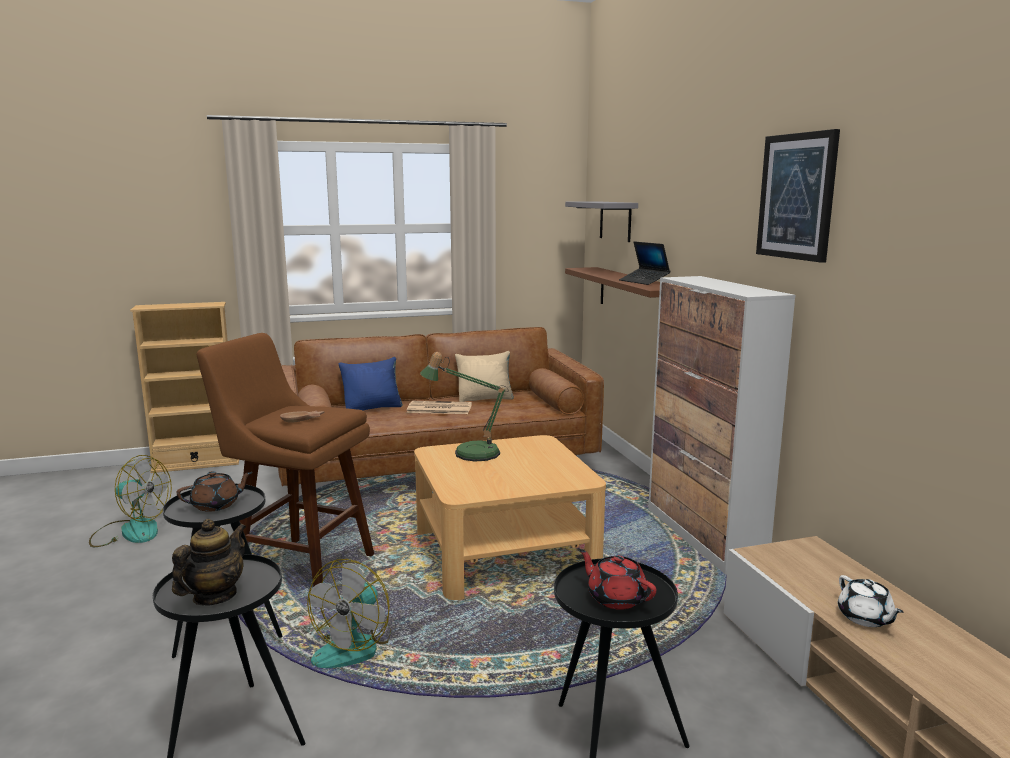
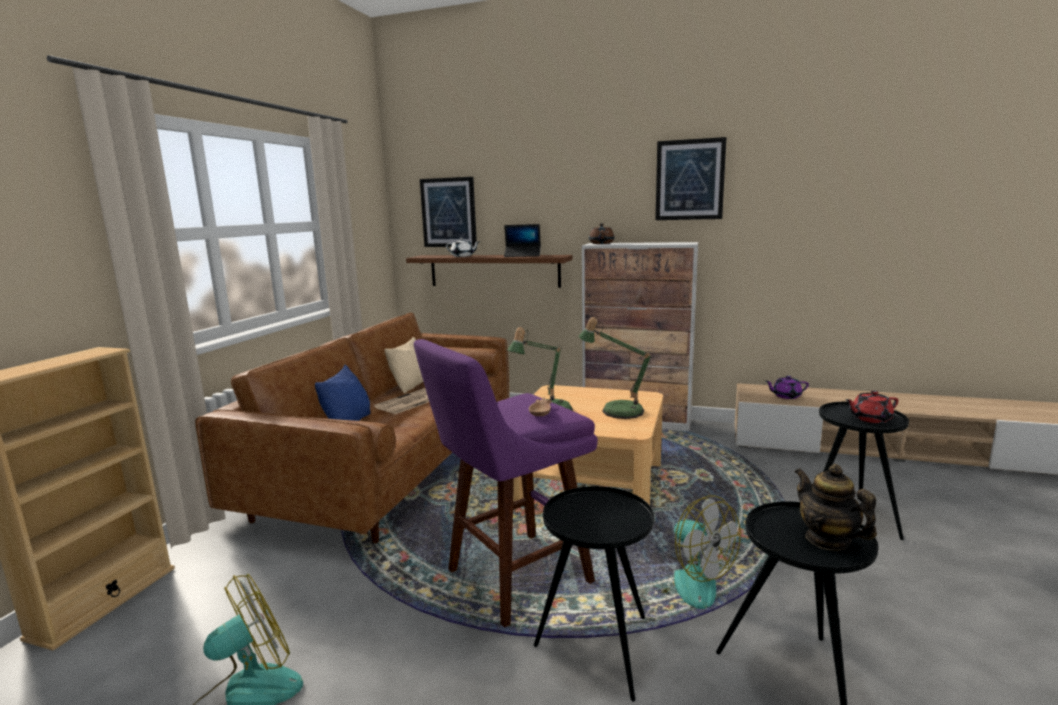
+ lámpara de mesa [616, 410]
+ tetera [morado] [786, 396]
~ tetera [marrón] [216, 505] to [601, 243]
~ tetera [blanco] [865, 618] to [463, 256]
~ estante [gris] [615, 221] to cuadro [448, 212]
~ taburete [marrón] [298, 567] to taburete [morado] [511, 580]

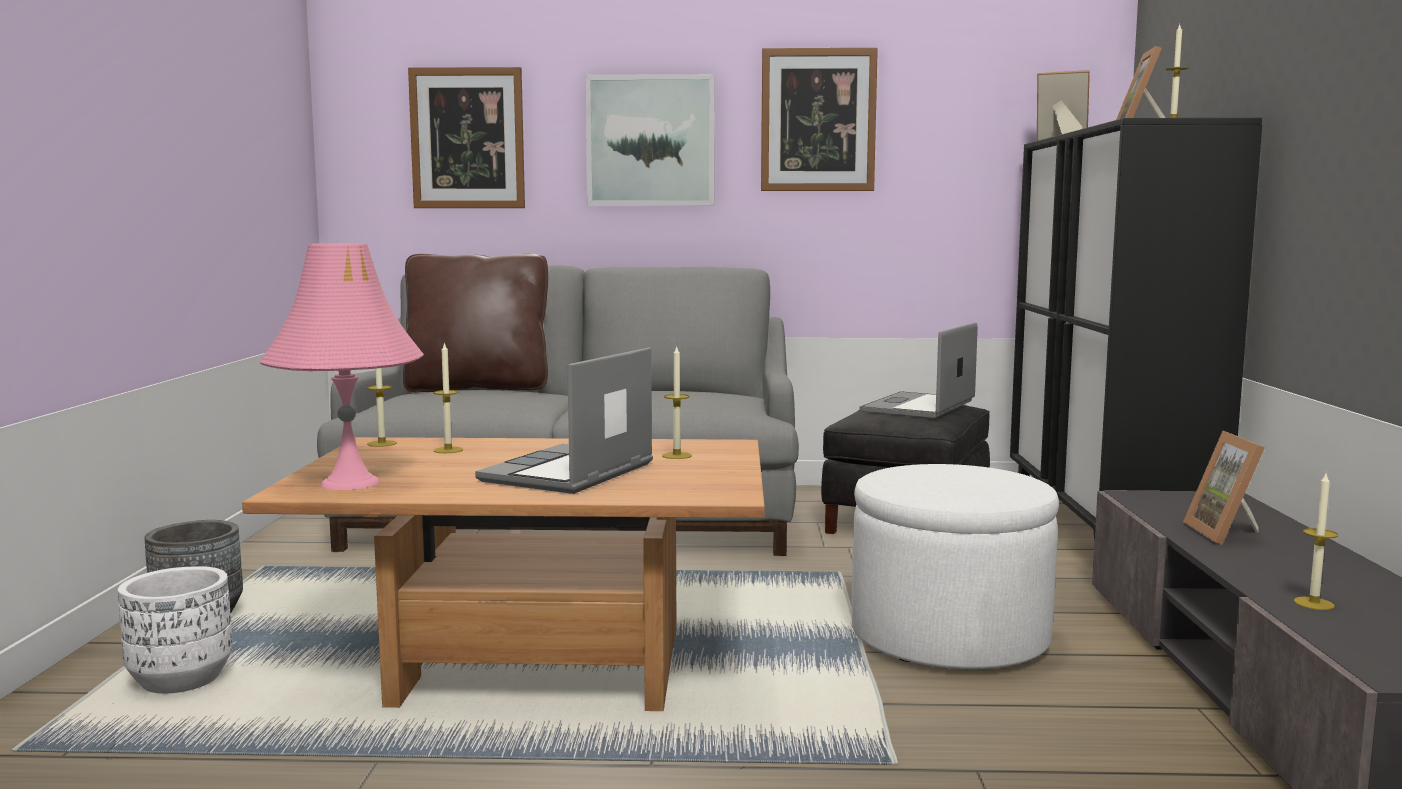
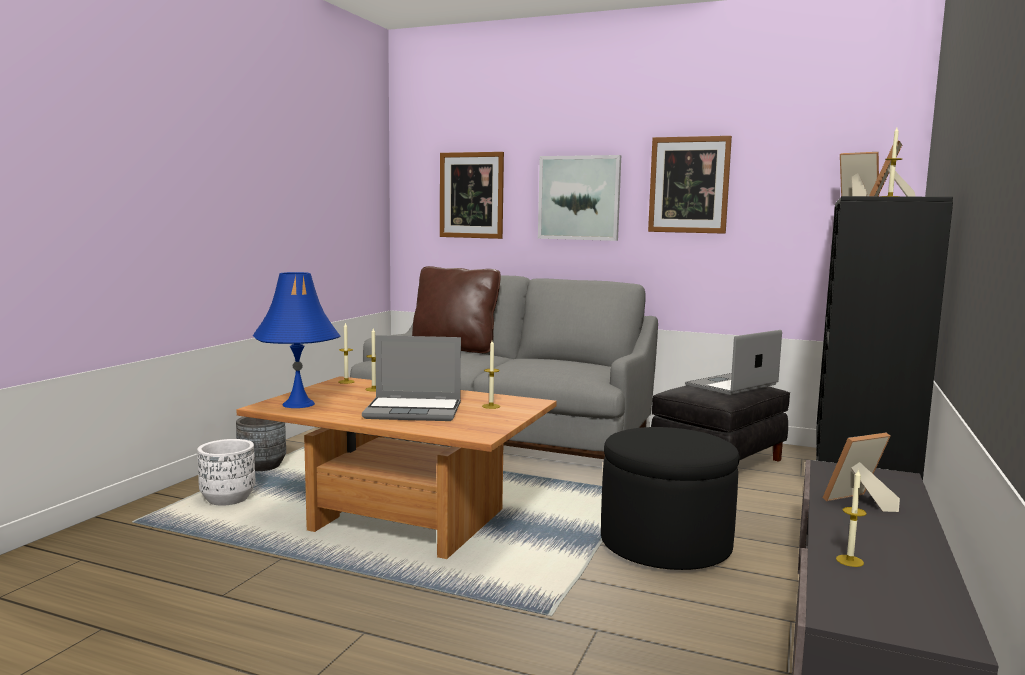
~ lámpara de mesa [rosa] [350, 483] to lámpara de mesa [azul] [299, 404]
~ puf [blanco] [949, 637] to puf [negro] [665, 544]
~ portátil [569, 473] = [415, 411] 135 degrees counterclockwise
~ portarretratos [1228, 534] = [859, 503] 45 degrees clockwise

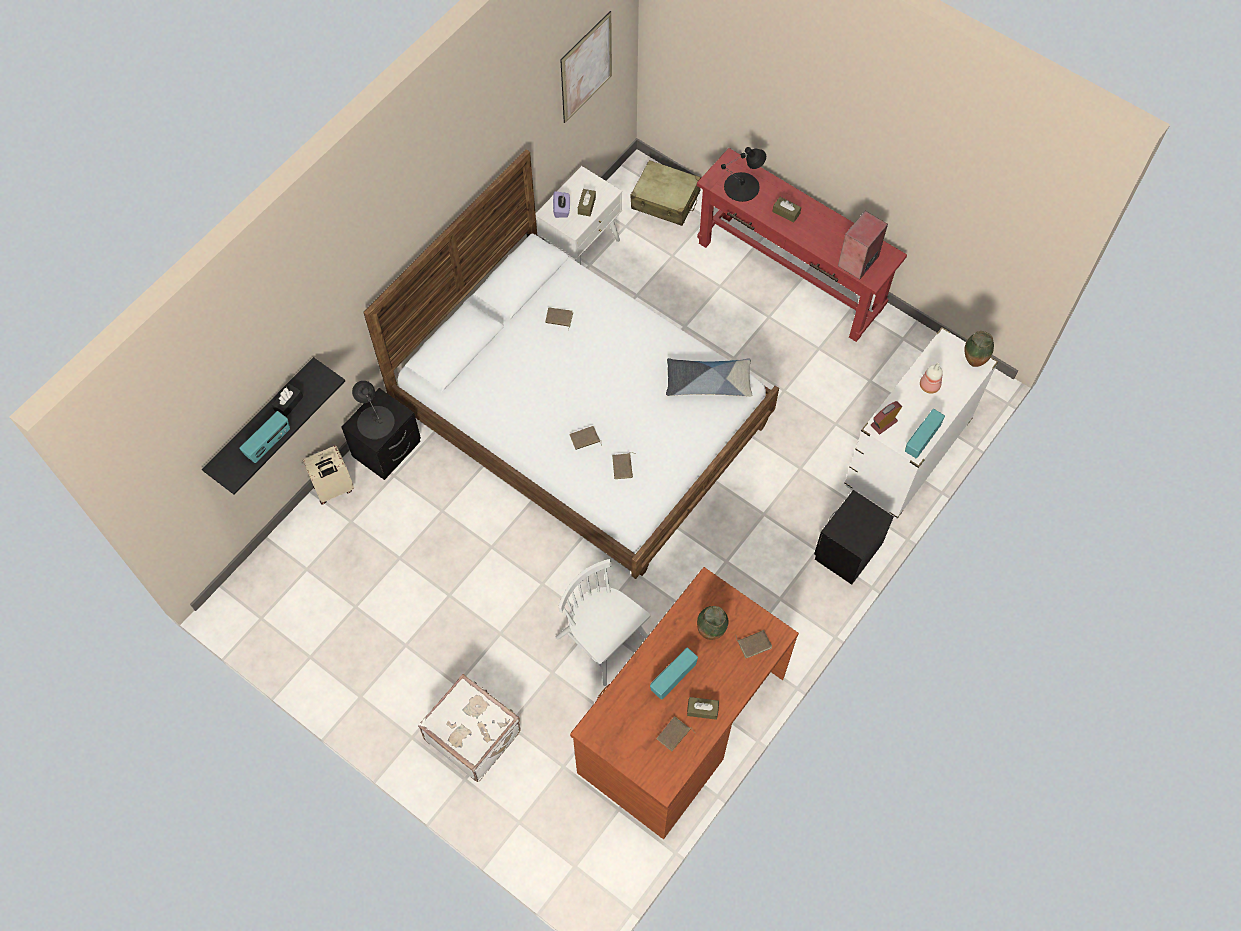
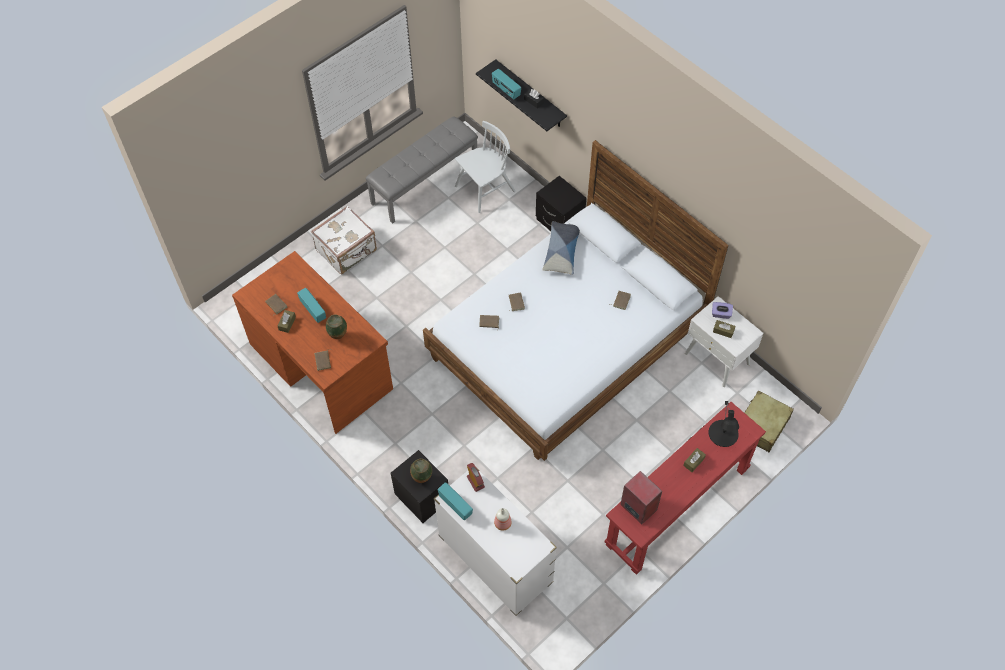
- maleta [beis] [334, 489]
- lámpara de mesa [negro] [376, 422]
- cuadro [586, 67]
+ banco [gris] [424, 182]
~ silla [blanco] [603, 640] to [485, 189]
~ cojín [708, 382] to [562, 251]
~ florero [972, 362] to [422, 478]

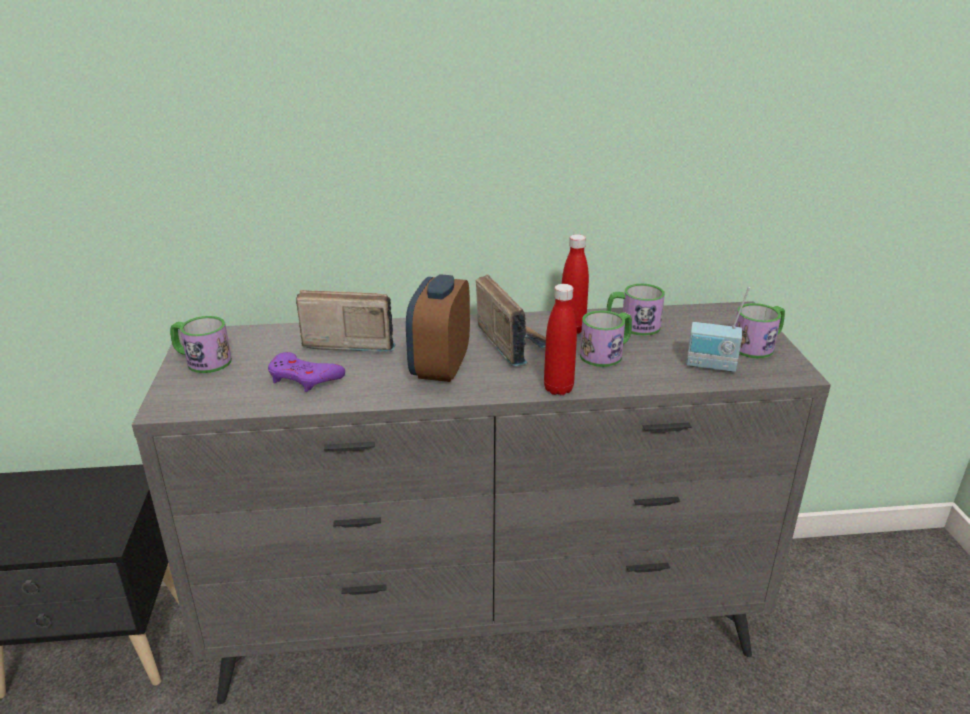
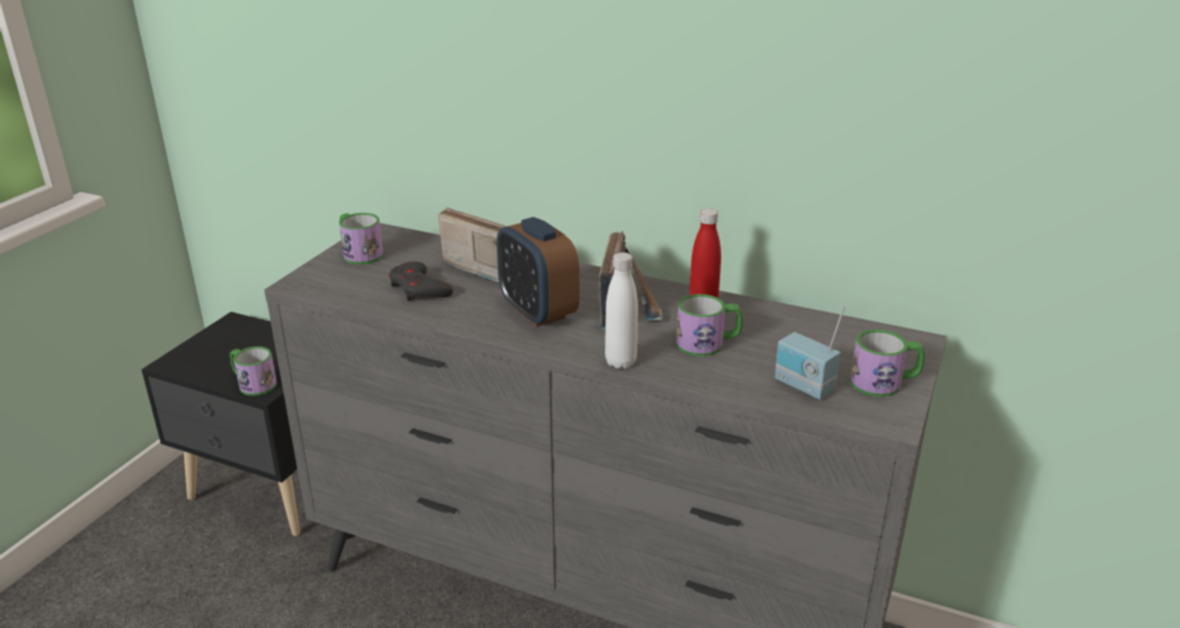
~ taza grande [633, 326] to [253, 383]
~ mando de consola [morado] [304, 377] to mando de consola [gris] [419, 288]
~ botella [rojo] [558, 389] to botella [blanco] [620, 362]
~ despertador [440, 367] = [538, 312] 75 degrees counterclockwise

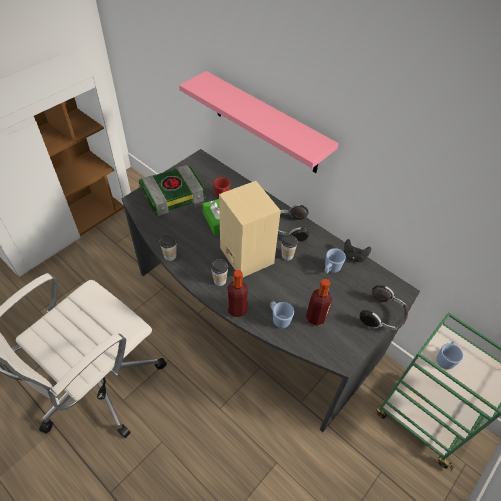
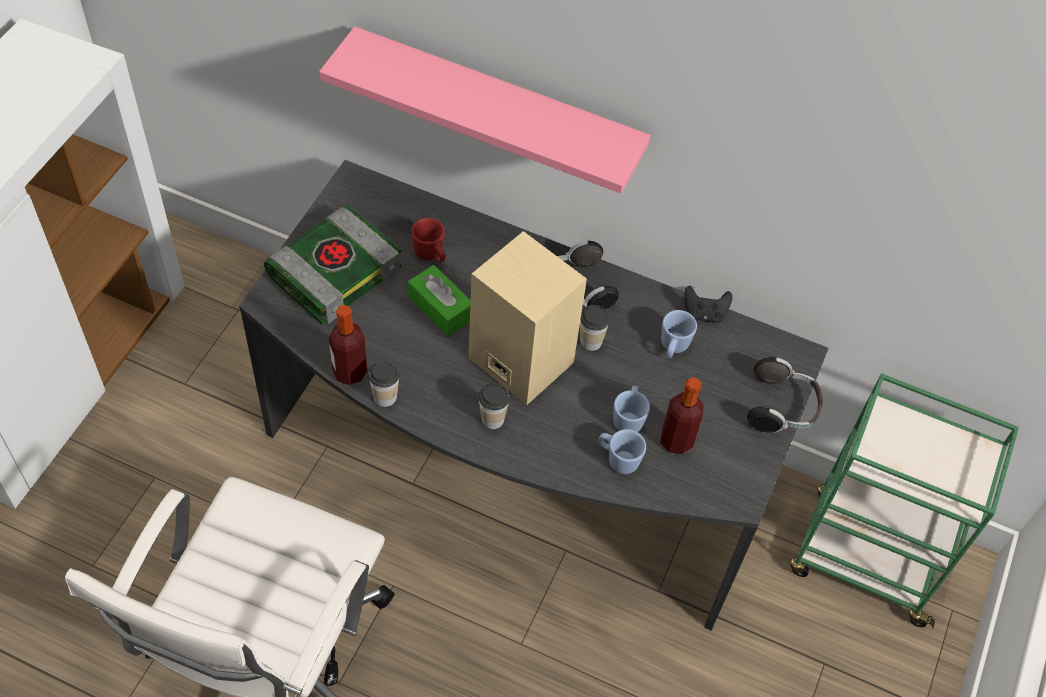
~ botella [237, 309] to [349, 372]
~ taza grande [azul] [445, 359] to [628, 418]

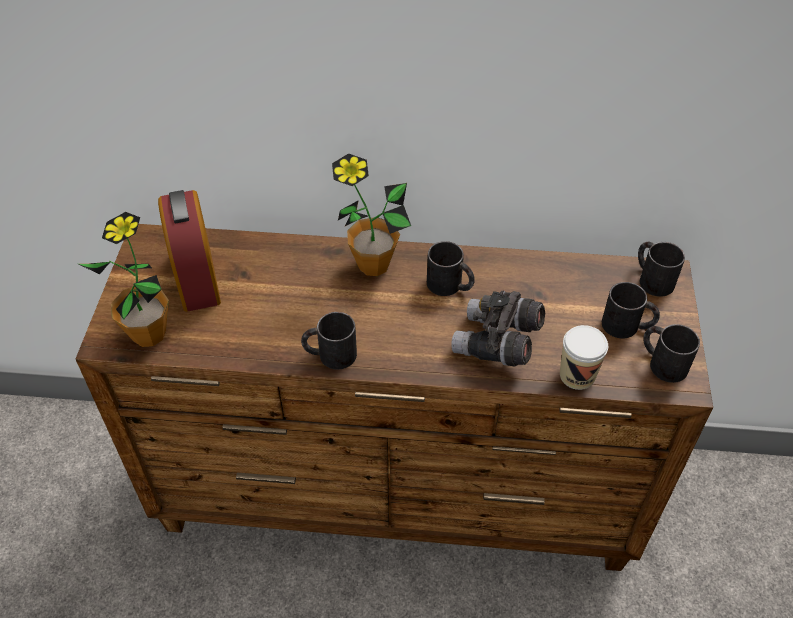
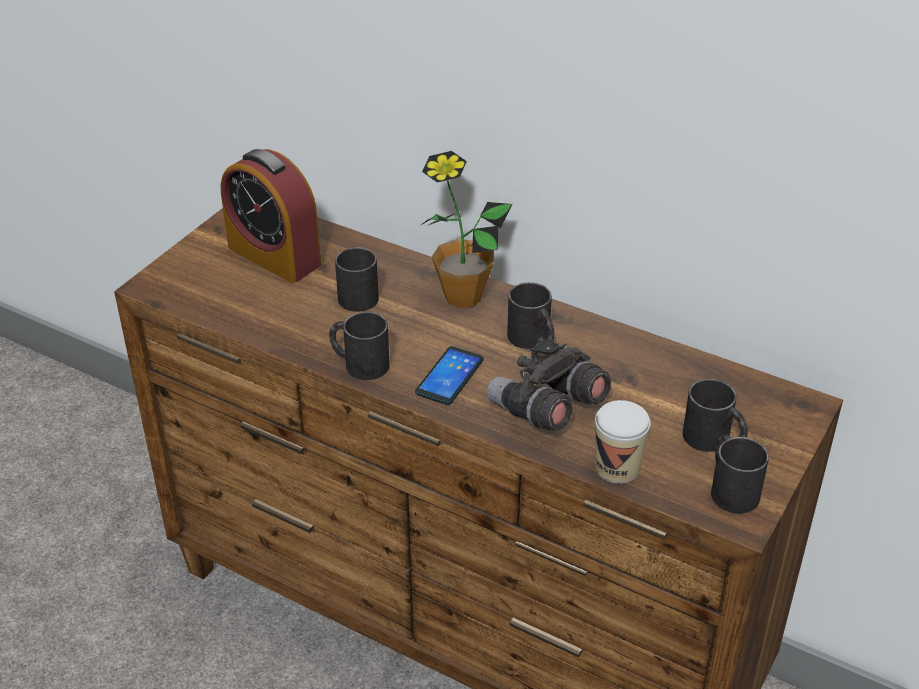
- planta en maceta [149, 334]
+ móvil [449, 376]
~ taza grande [negro] [651, 278] to [358, 293]
~ despertador [197, 277] = [274, 256] 60 degrees counterclockwise

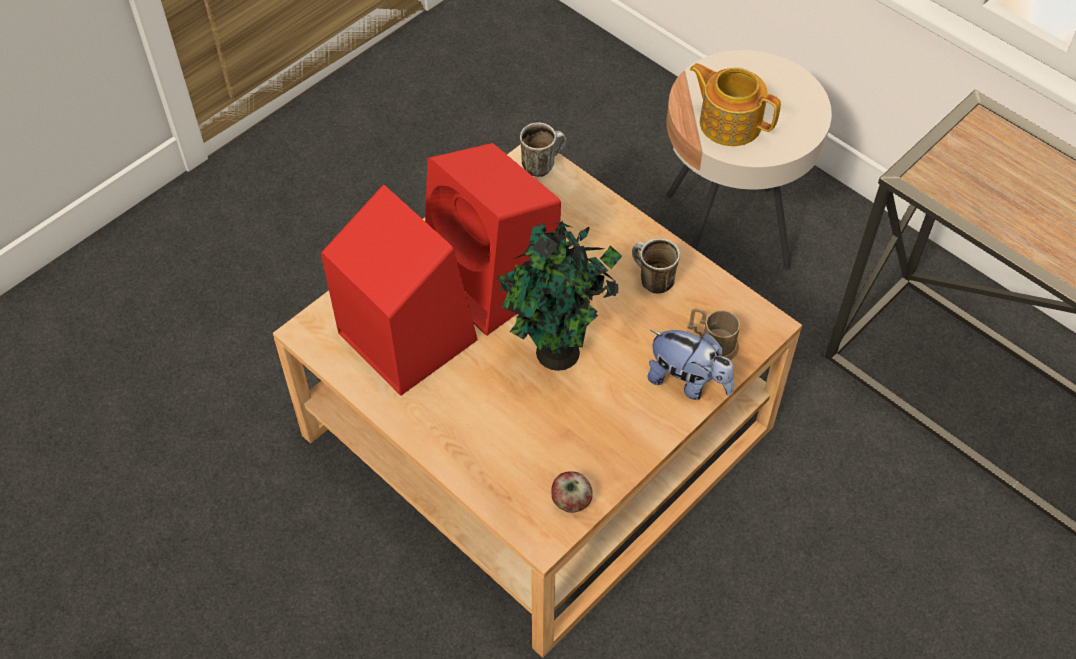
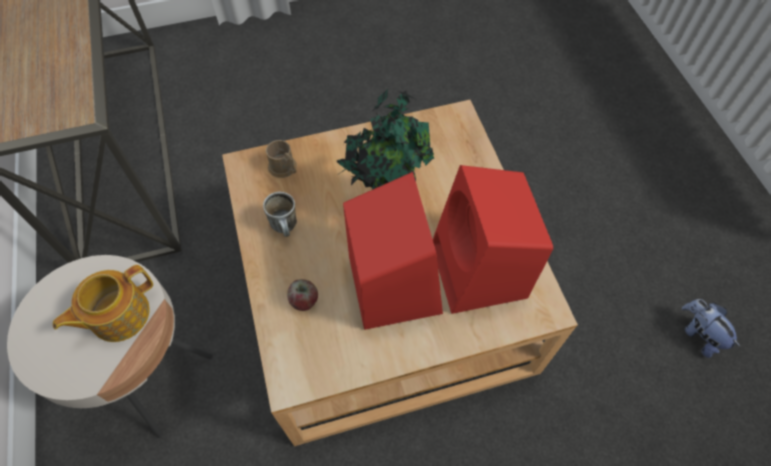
- taza grande [542, 164]
~ manzana [570, 501] to [304, 300]
~ peluche [688, 382] to [699, 334]
~ tetera [729, 122] = [118, 315] 75 degrees clockwise

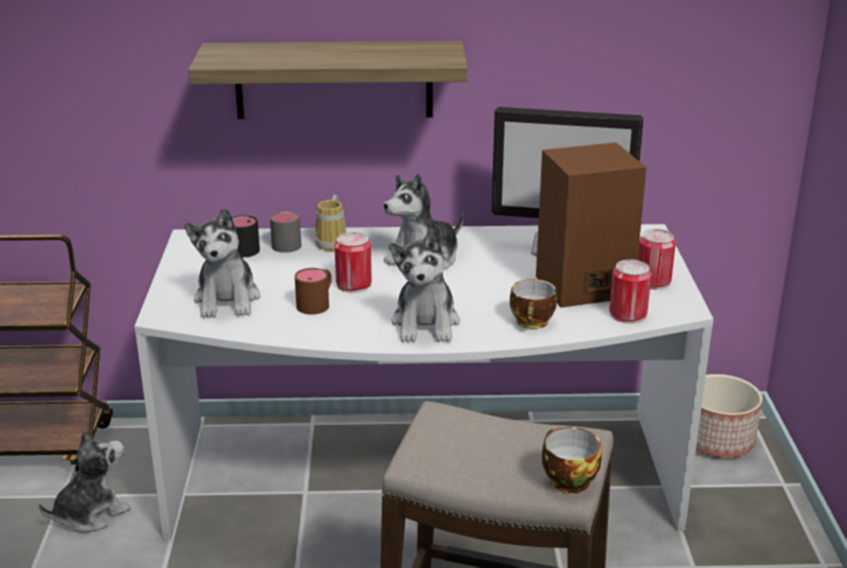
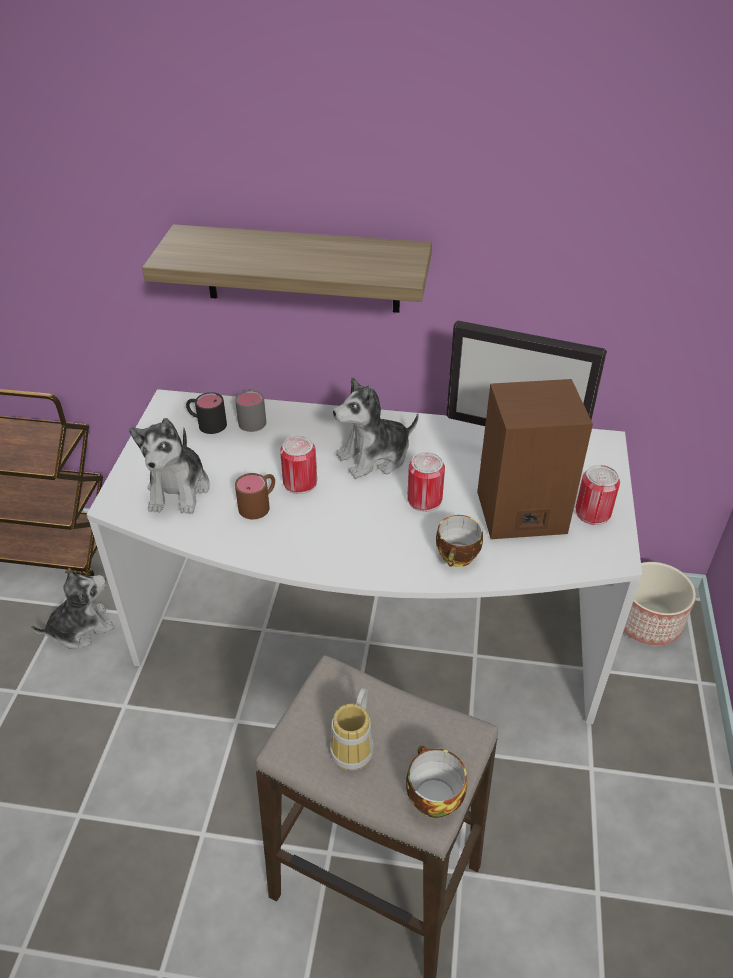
- peluche [426, 323]
~ taza grande [334, 242] to [356, 747]
~ lata [628, 314] to [424, 500]

